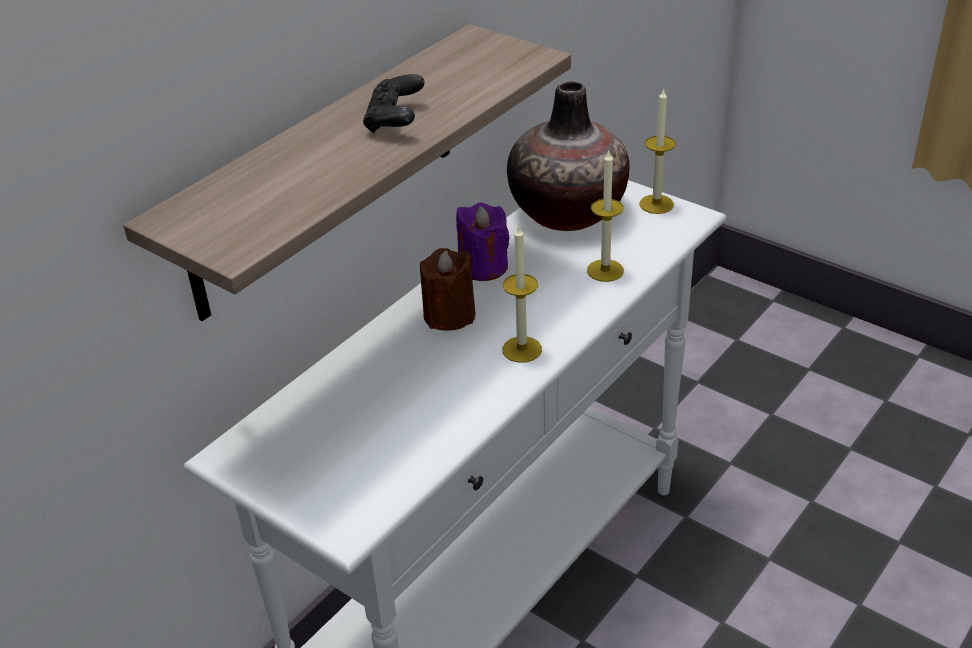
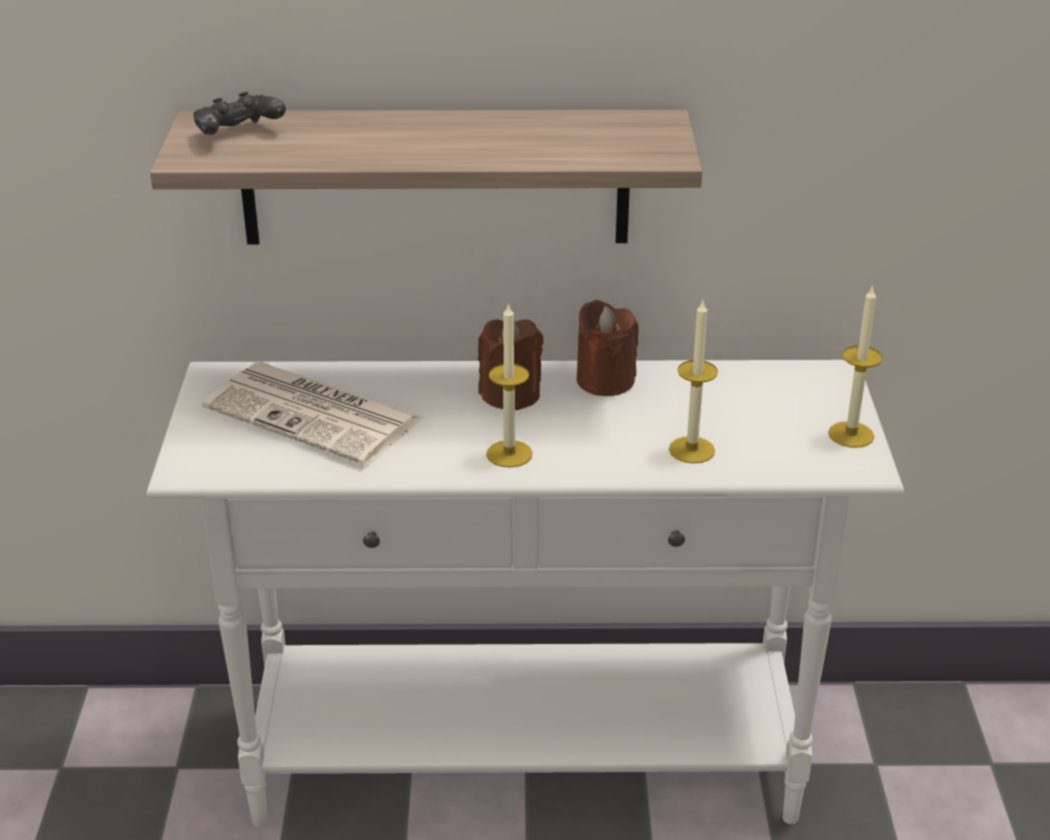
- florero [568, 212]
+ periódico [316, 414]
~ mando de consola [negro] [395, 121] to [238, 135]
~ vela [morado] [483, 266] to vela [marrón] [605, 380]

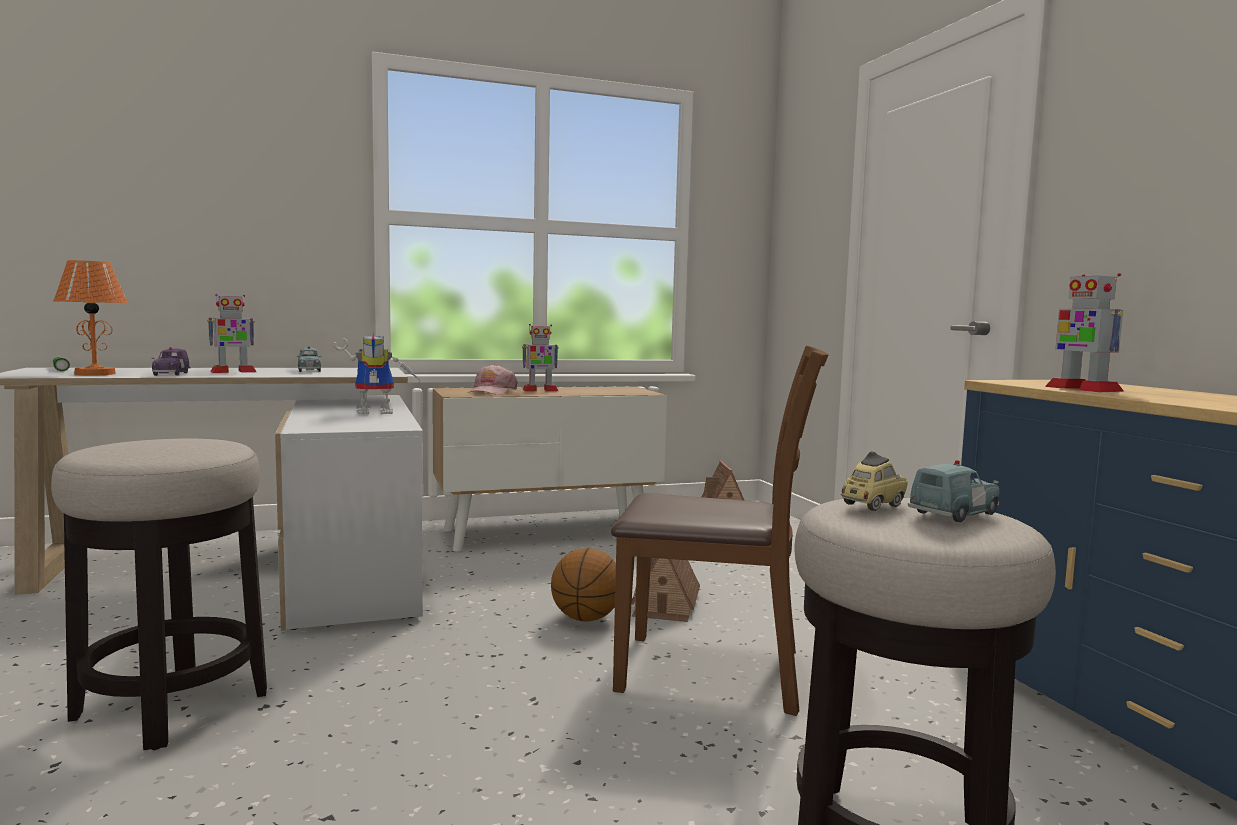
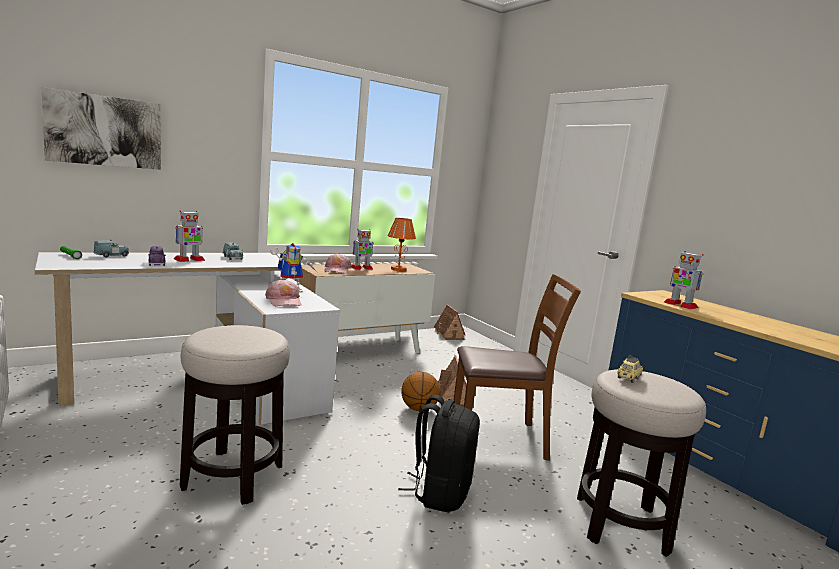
+ cuadro [104, 131]
+ gorra [rosa] [284, 301]
+ mochila [negro] [440, 493]
~ lámpara de mesa [naranja] [95, 374] to [398, 269]
~ coche de juguete [azul] [955, 514] to [112, 256]

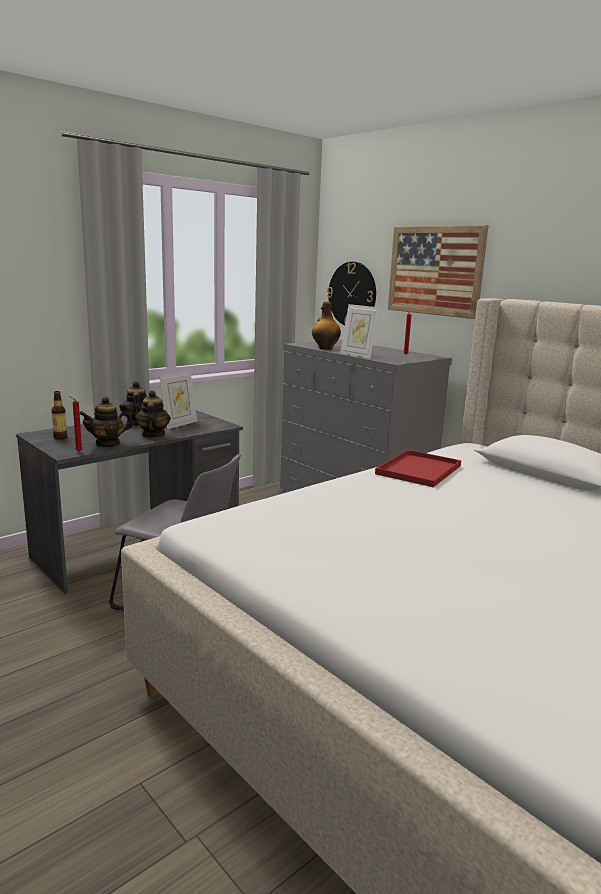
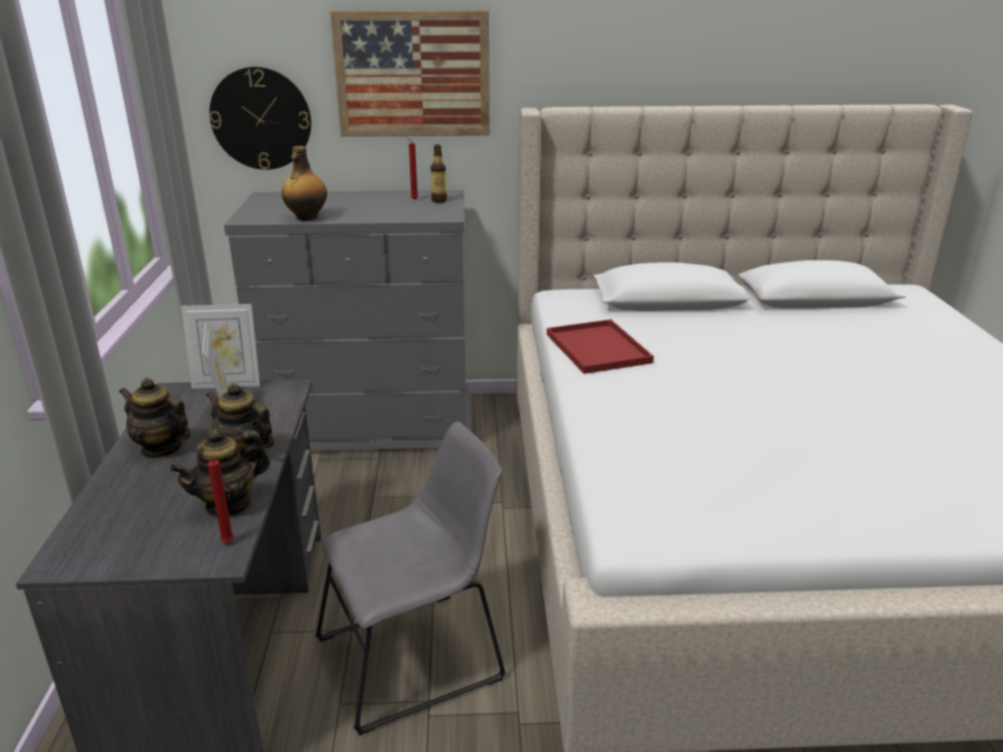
~ botella [60, 438] to [439, 201]
~ portarretratos [357, 355] to [227, 384]
~ tetera [108, 443] = [228, 505] 45 degrees clockwise

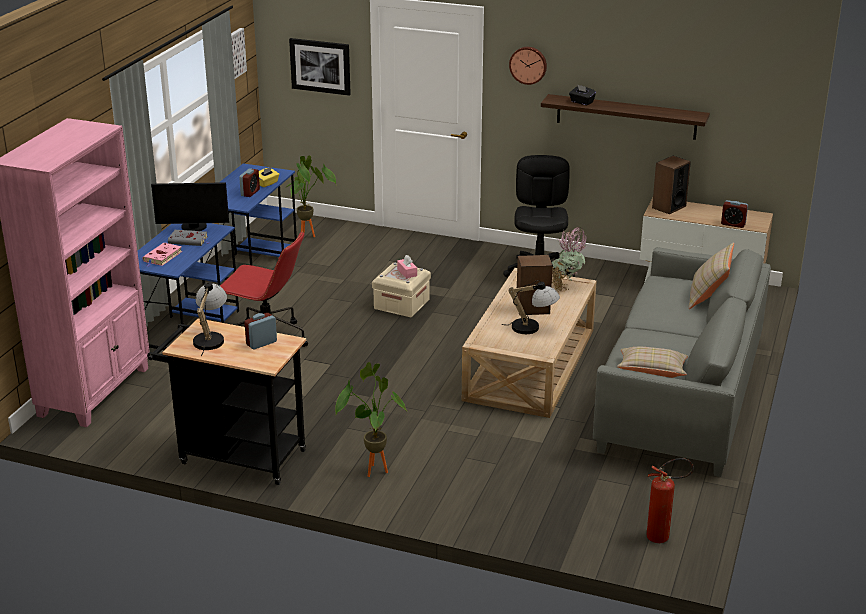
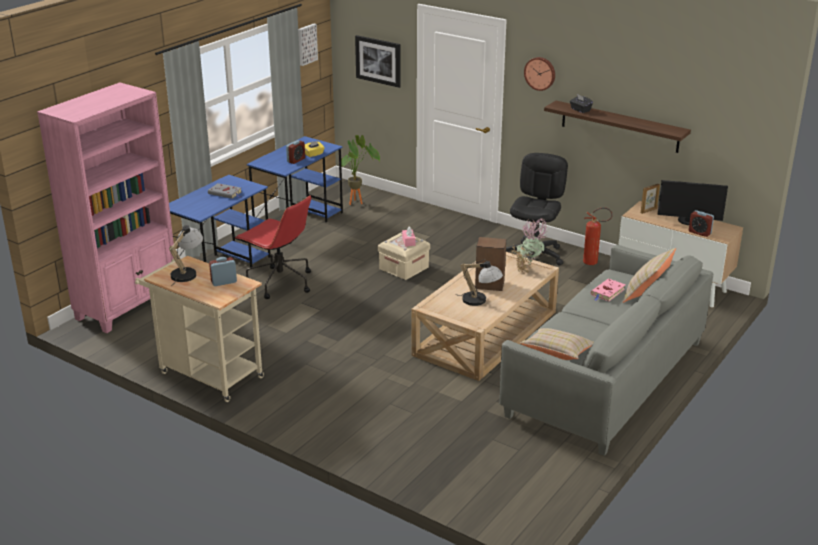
- planta en maceta [370, 470]
~ libro [rosa] [162, 257] to [607, 292]
~ monitor [193, 228] to [689, 221]
~ extintor [663, 537] to [594, 263]
~ altavoz [668, 207] to portarretratos [649, 211]
~ carrito [negro] [236, 456] to carrito [beis] [206, 373]

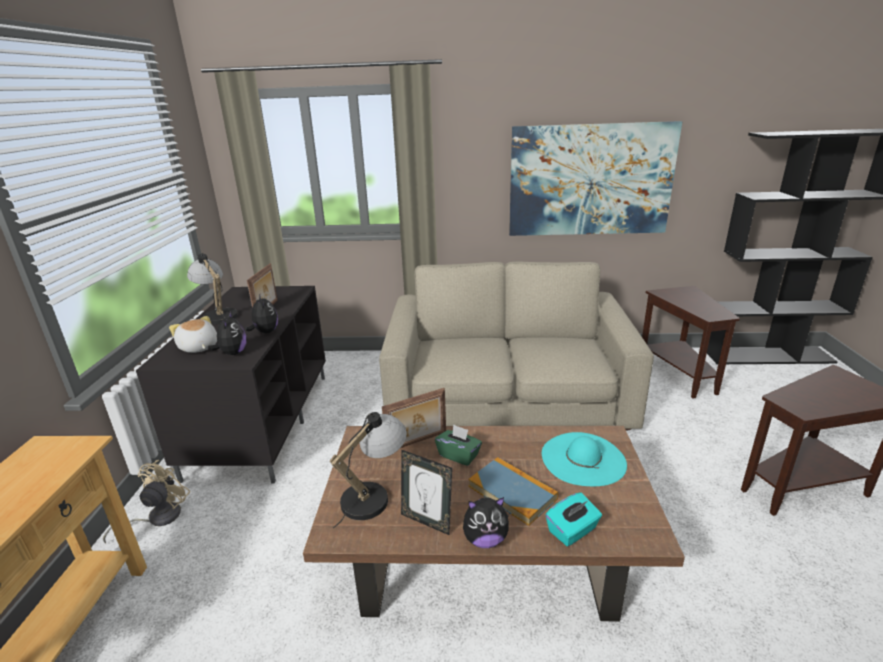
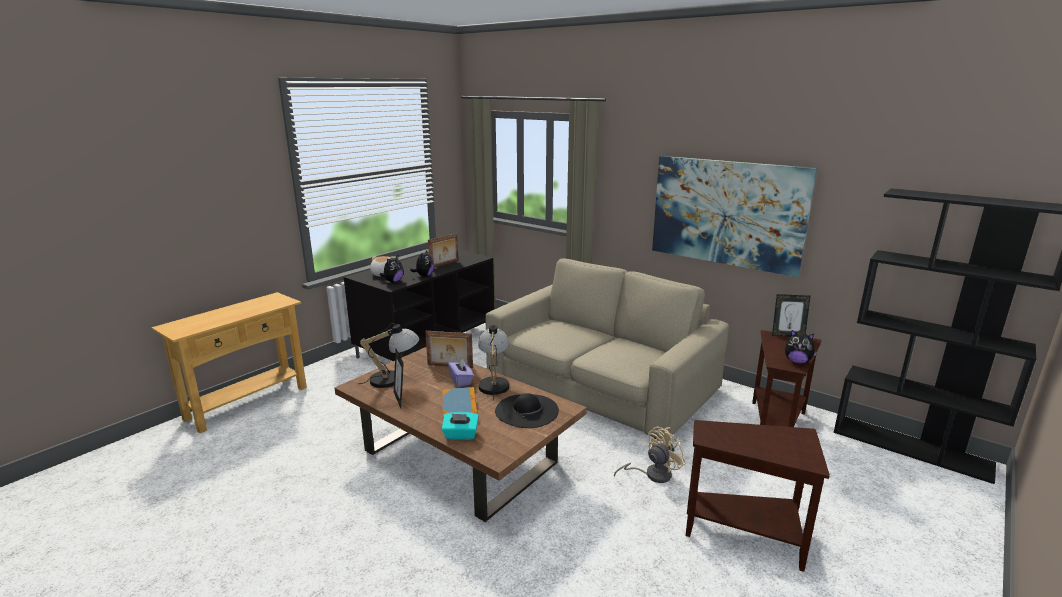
+ portarretratos [787, 335]
~ ventilador [beis] [157, 518] to [652, 474]
~ lámpara de mesa [217, 315] to [494, 383]
~ peluche [485, 539] to [797, 362]
~ caja de pañuelos [verde] [459, 455] to caja de pañuelos [morado] [461, 380]
~ sombrero [turquesa] [583, 458] to sombrero [negro] [526, 410]

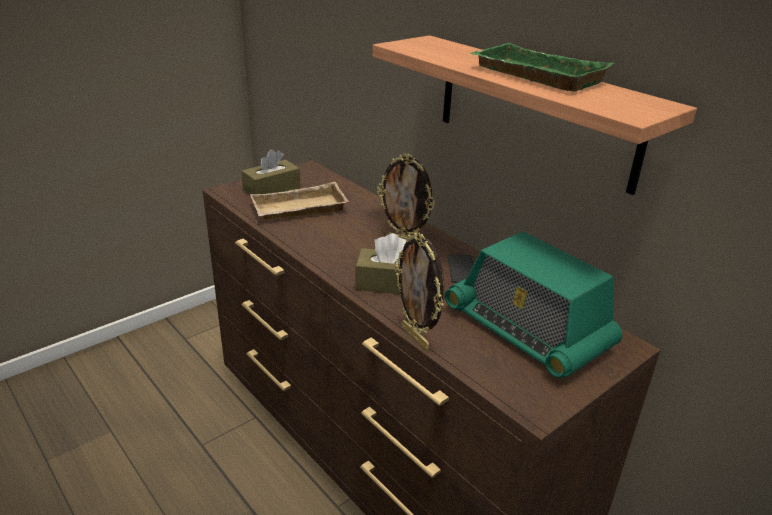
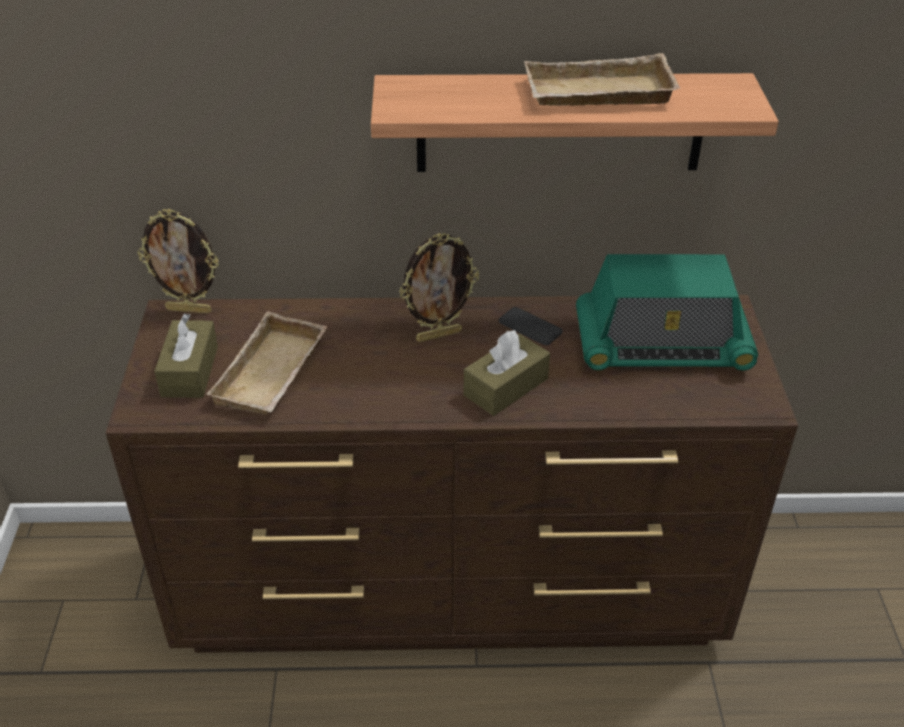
~ portarretratos [416, 338] to [189, 310]
~ bandeja [verde] [533, 76] to bandeja [beis] [597, 95]

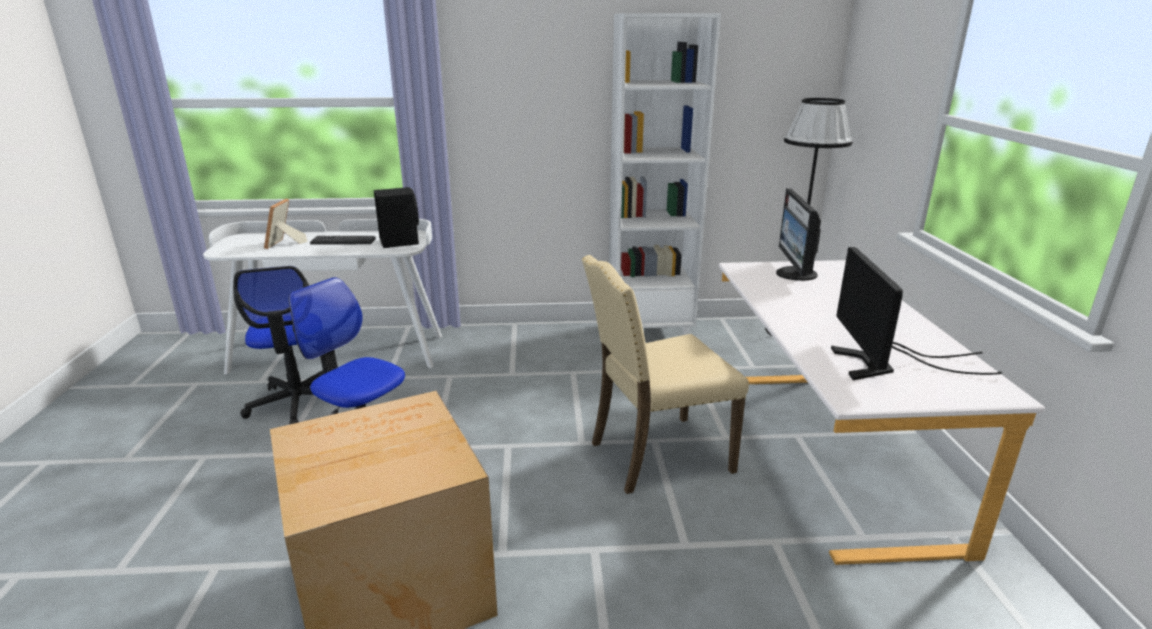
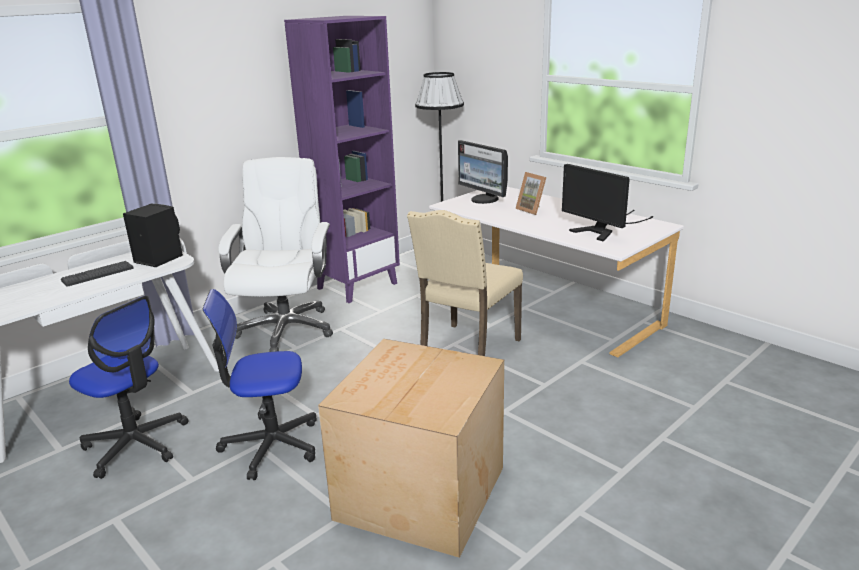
+ silla de oficina [blanco] [286, 328]
~ portarretratos [284, 244] to [532, 210]
~ estantería [blanco] [649, 335] to estantería [morado] [357, 285]

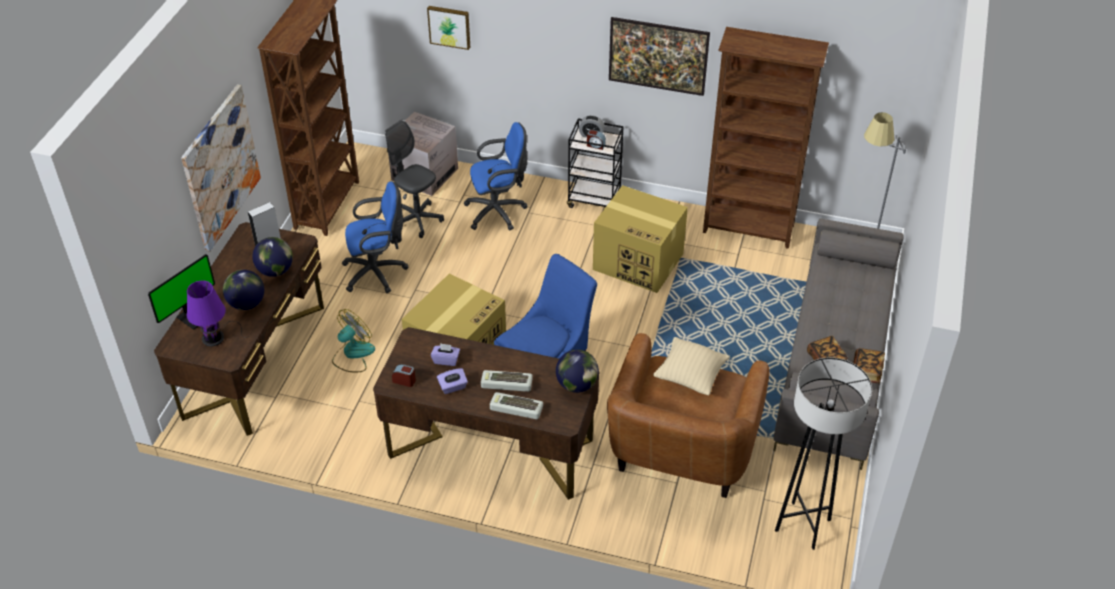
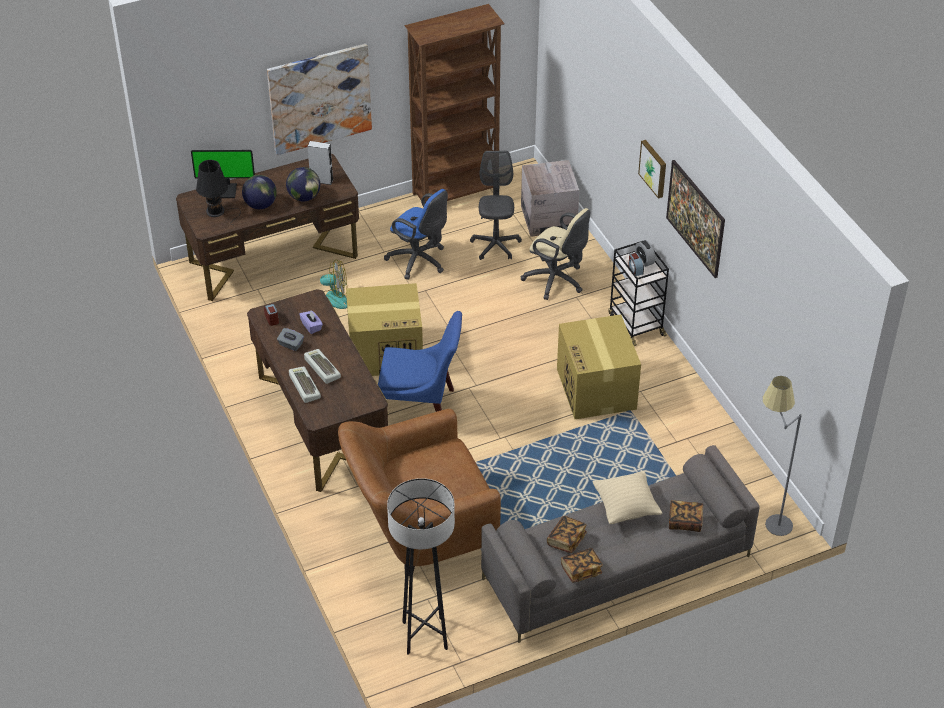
- globo terráqueo [577, 385]
- estantería [marrón] [749, 229]
+ libro [685, 522]
~ cuadro [449, 26] to [654, 168]
~ cojín [beis] [690, 377] to [626, 507]
~ lámpara de mesa [morado] [215, 337] to lámpara de mesa [negro] [217, 211]
~ caja de pañuelos [morado] [453, 387] to caja de pañuelos [gris] [291, 345]
~ silla de oficina [azul] [498, 212] to silla de oficina [beis] [556, 281]

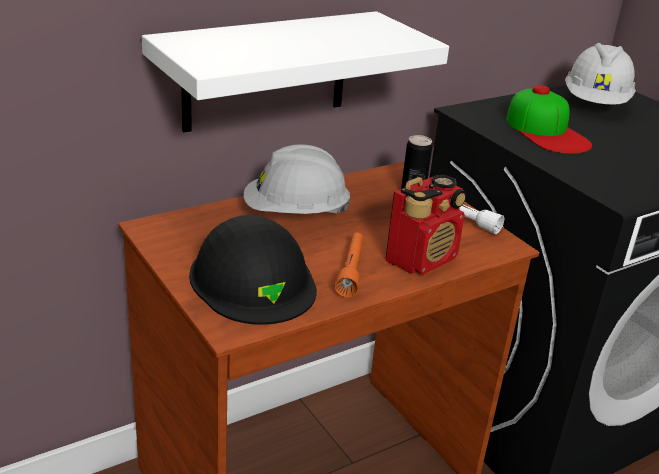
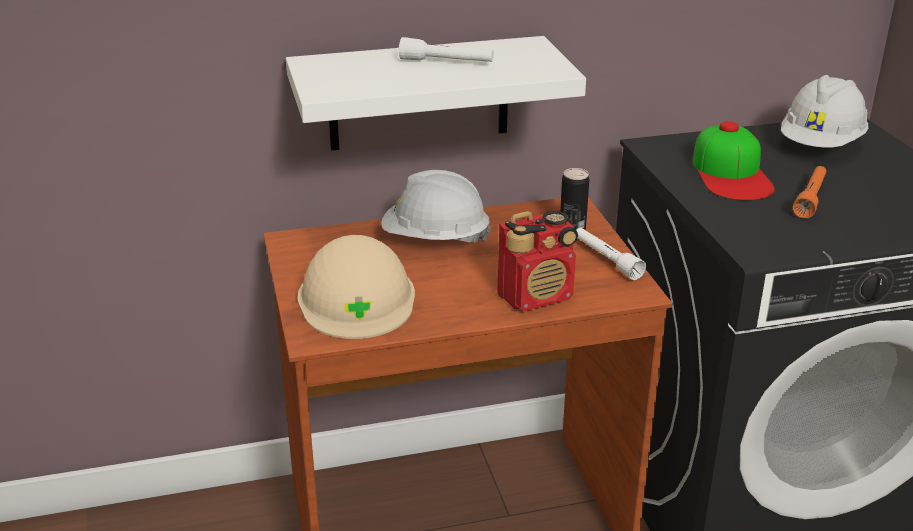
+ linterna [blanco] [446, 62]
~ linterna [naranja] [351, 270] to [810, 199]
~ casco [negro] [253, 280] to casco [beis] [357, 298]

